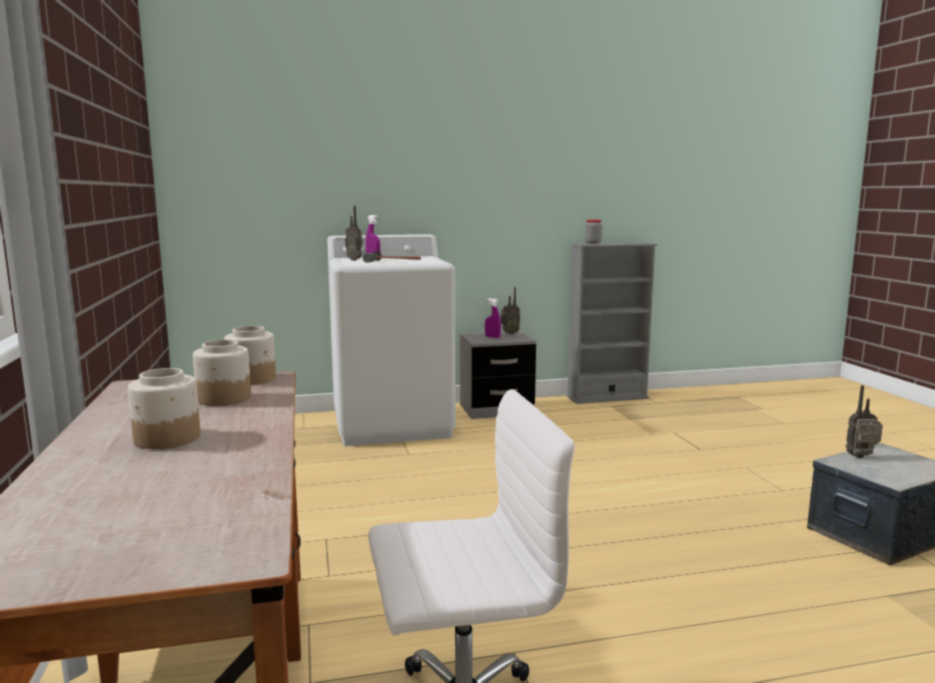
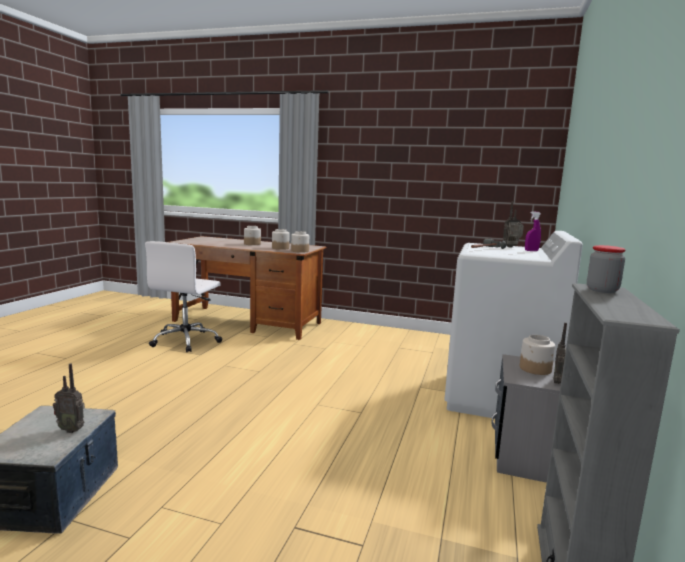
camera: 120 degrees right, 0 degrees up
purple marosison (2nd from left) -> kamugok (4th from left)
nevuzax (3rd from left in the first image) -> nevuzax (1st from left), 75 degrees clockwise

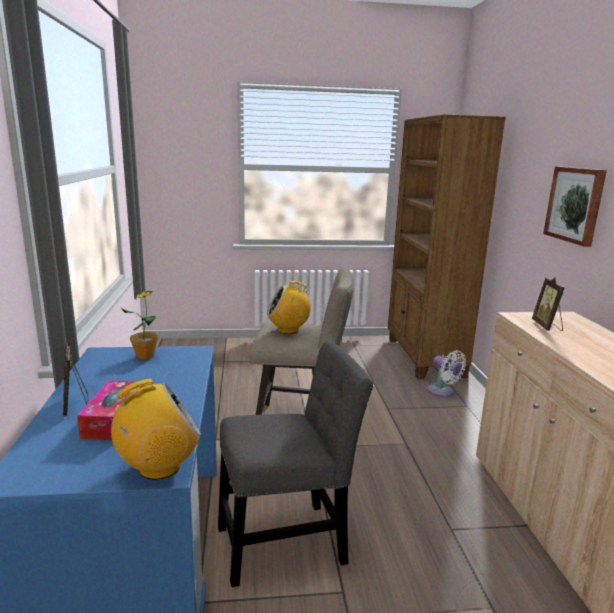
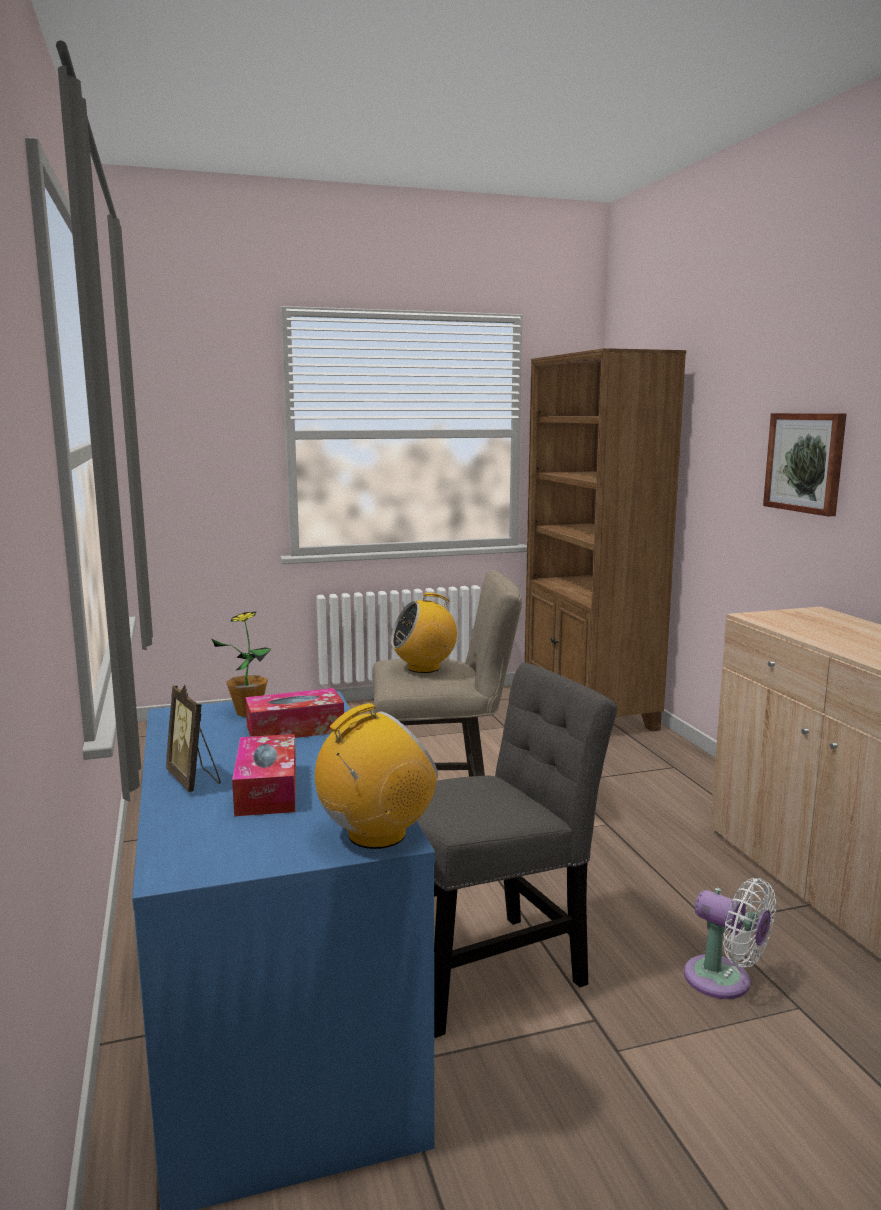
camera: 10 degrees left, 5 degrees down
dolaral (2nd from left) -> none
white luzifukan, moved
none -> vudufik (2nd from left)

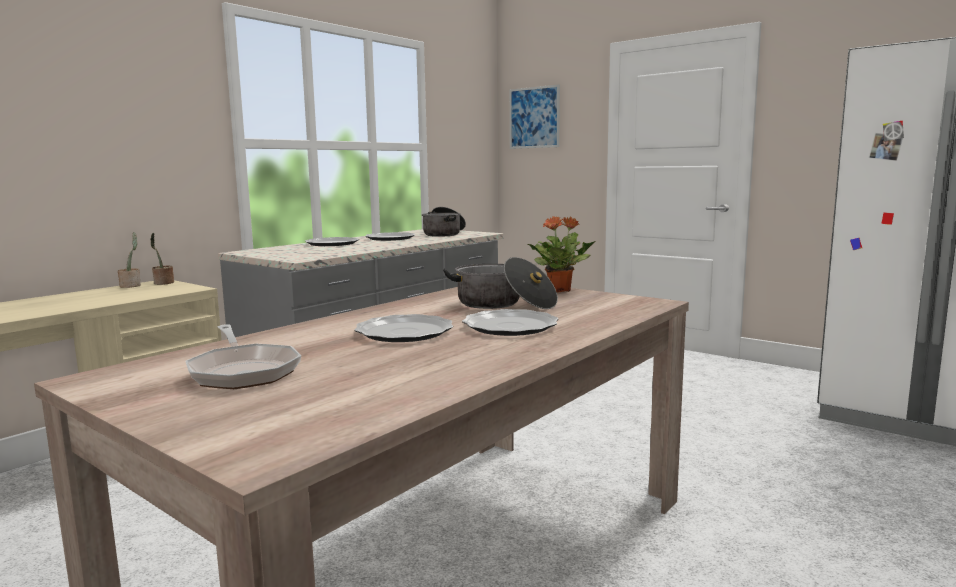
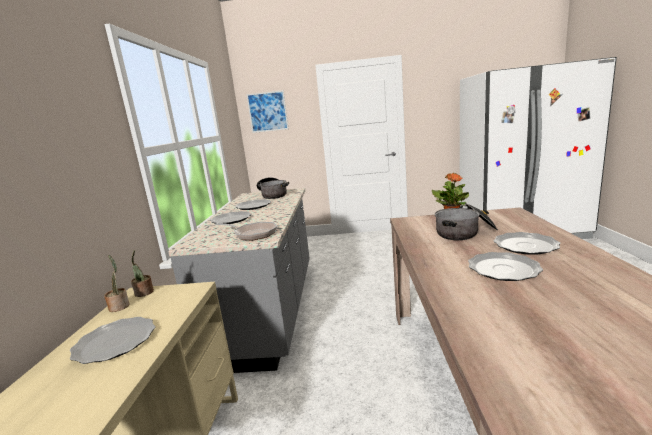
camera: 35 degrees left, 5 degrees up
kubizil, moved
none -> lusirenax (1st from left)

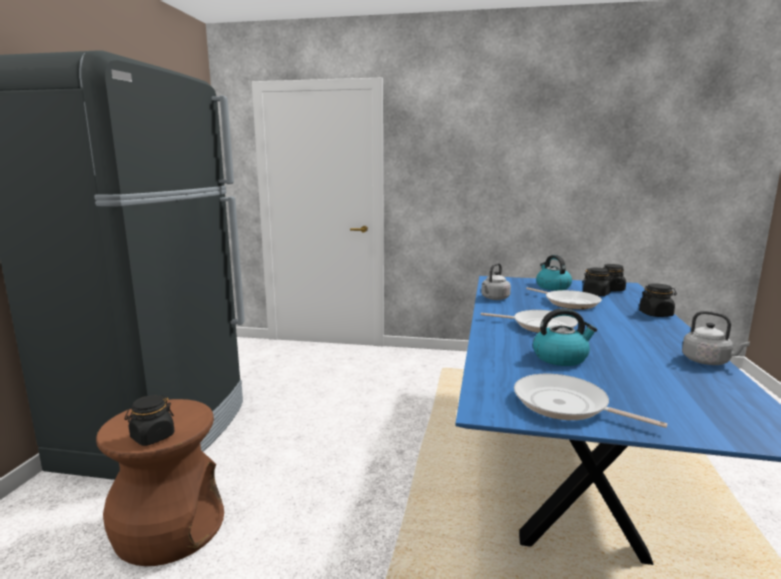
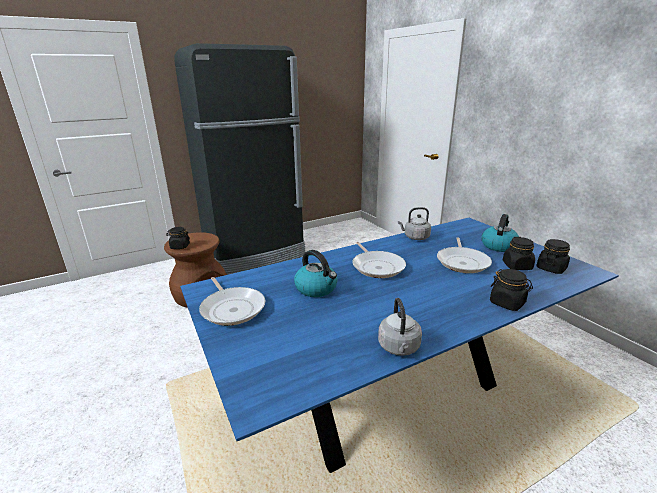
camera: 50 degrees right, 10 degrees up
kubizil (3rd from left in the first image) -> kubizil (1st from left), 150 degrees clockwise

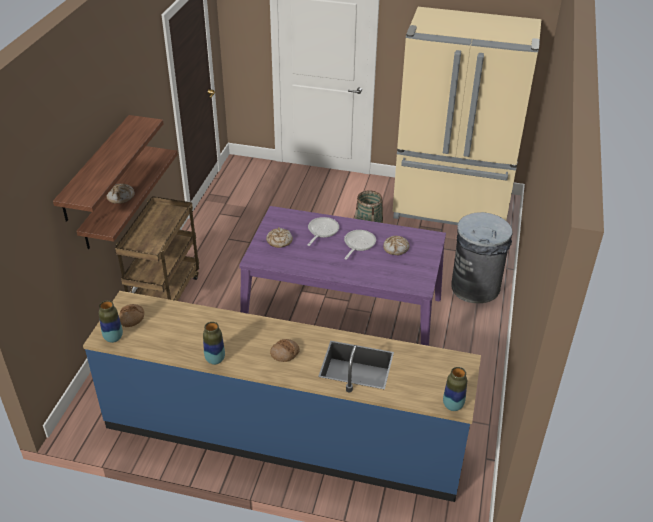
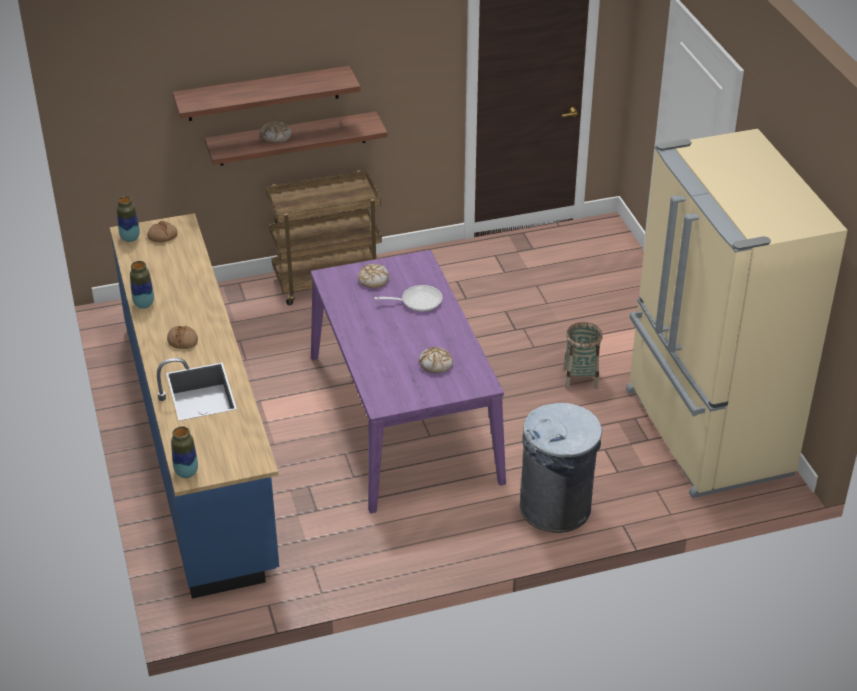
camera: 60 degrees right, 0 degrees up
kubizil (2nd from left) -> none

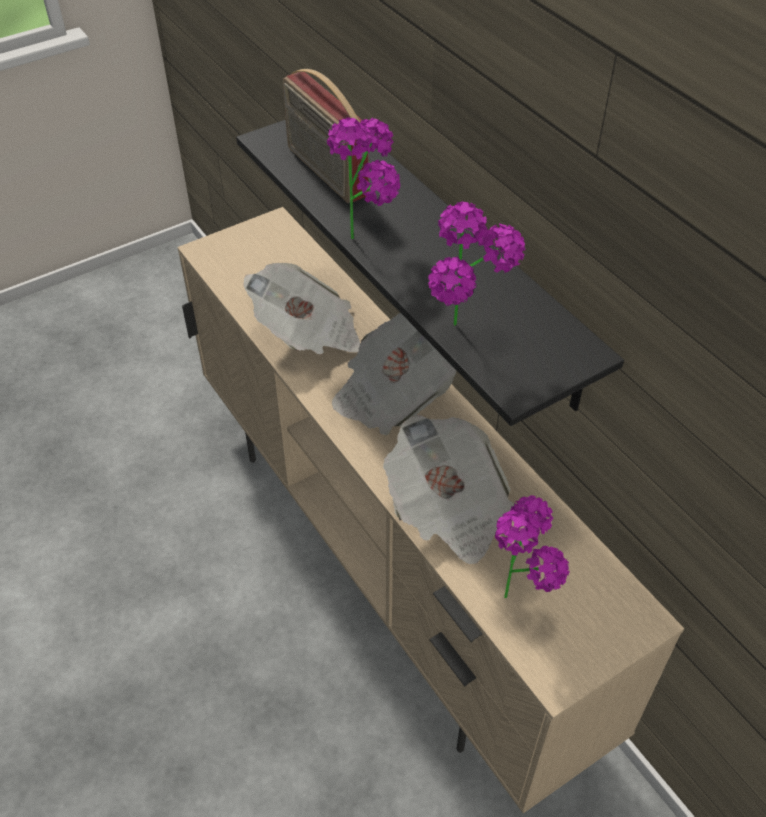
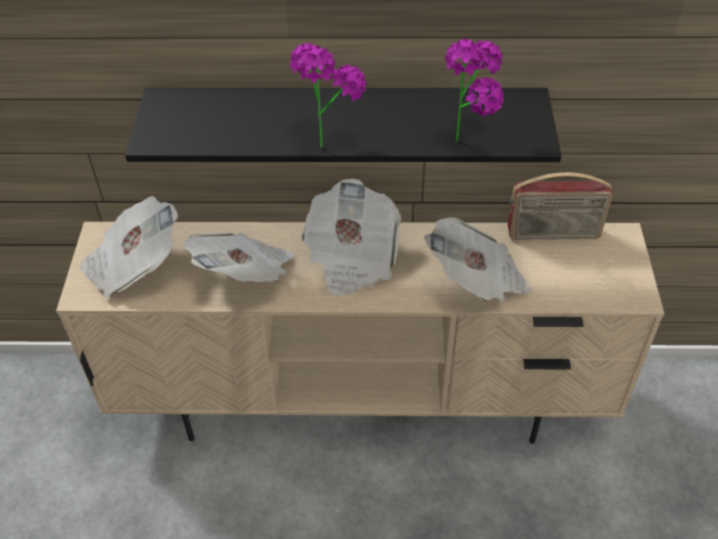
camera: 55 degrees left, 0 degrees up
nevuzax, moved
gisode (3rd from left) -> none
none -> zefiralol (1st from left)

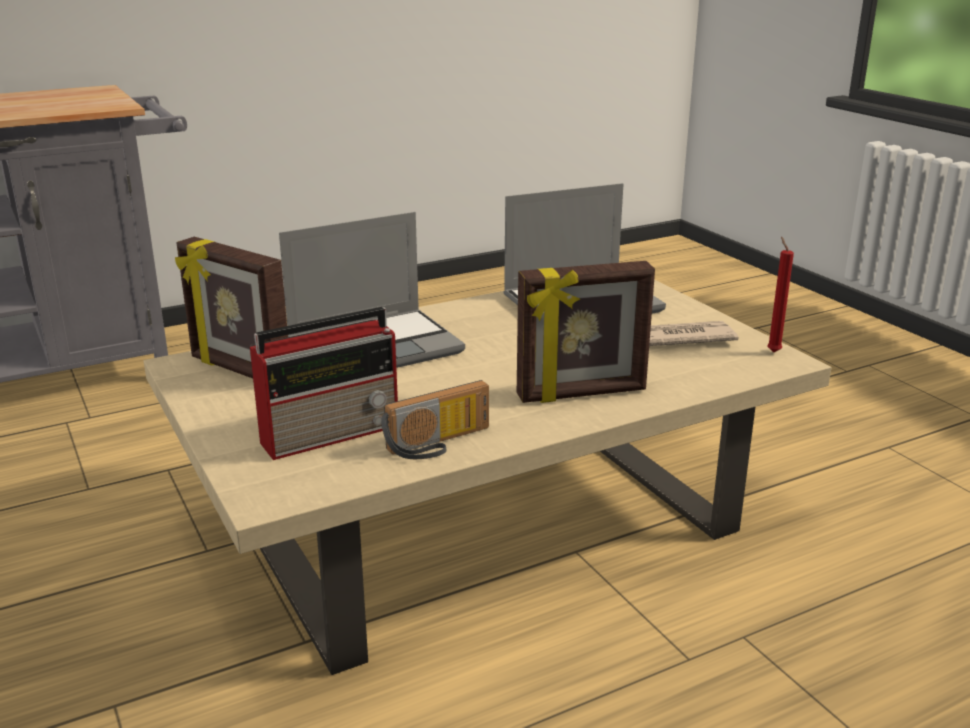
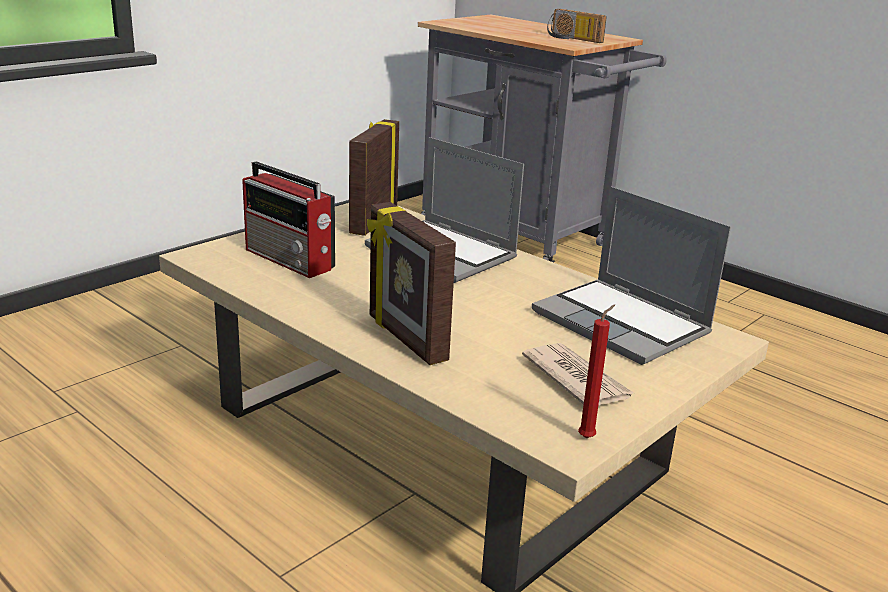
camera: 70 degrees right, 0 degrees up
nevuzax (2nd from left), moved

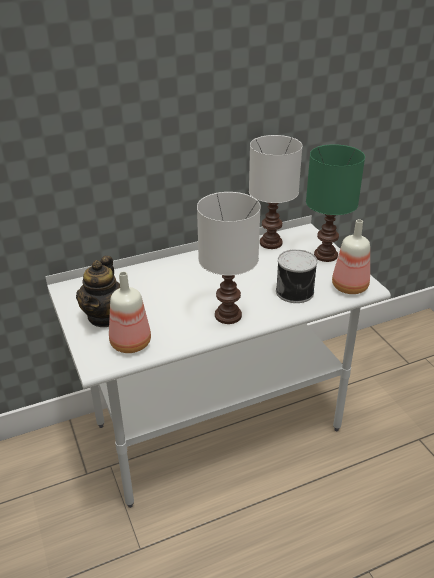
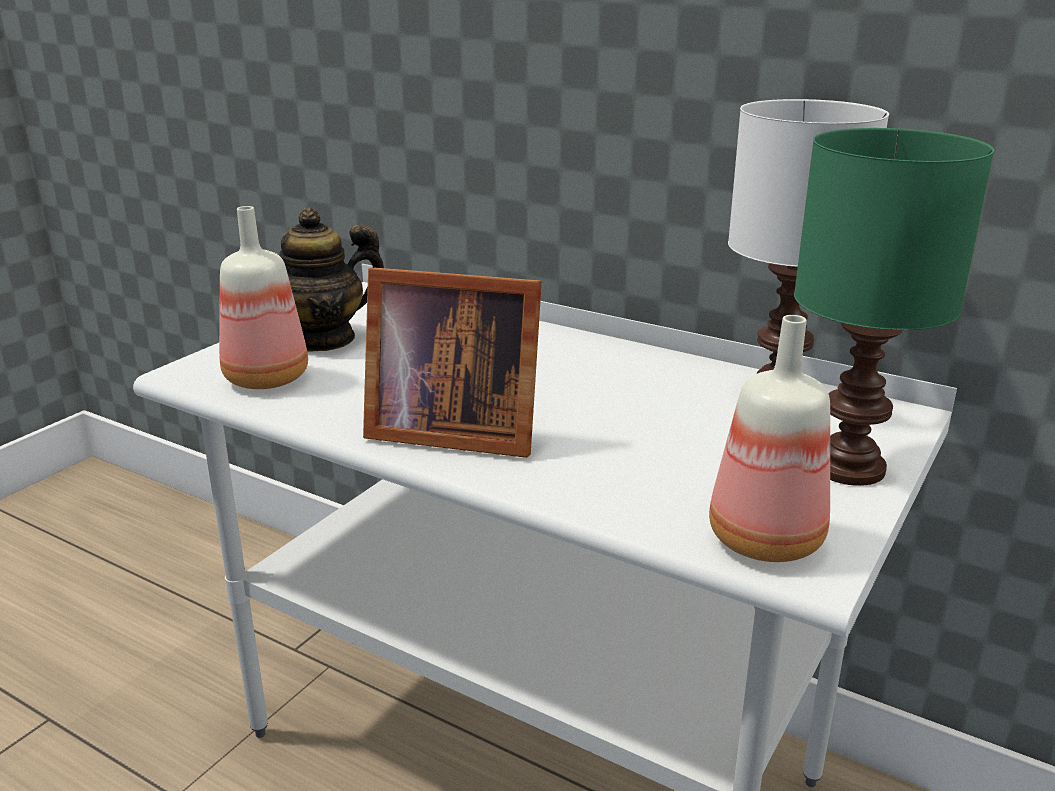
camera: 55 degrees right, 10 degrees down
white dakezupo (1st from left) -> dolaral
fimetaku -> none

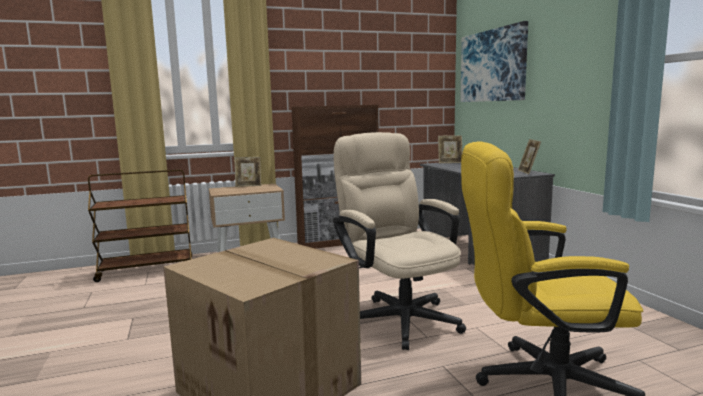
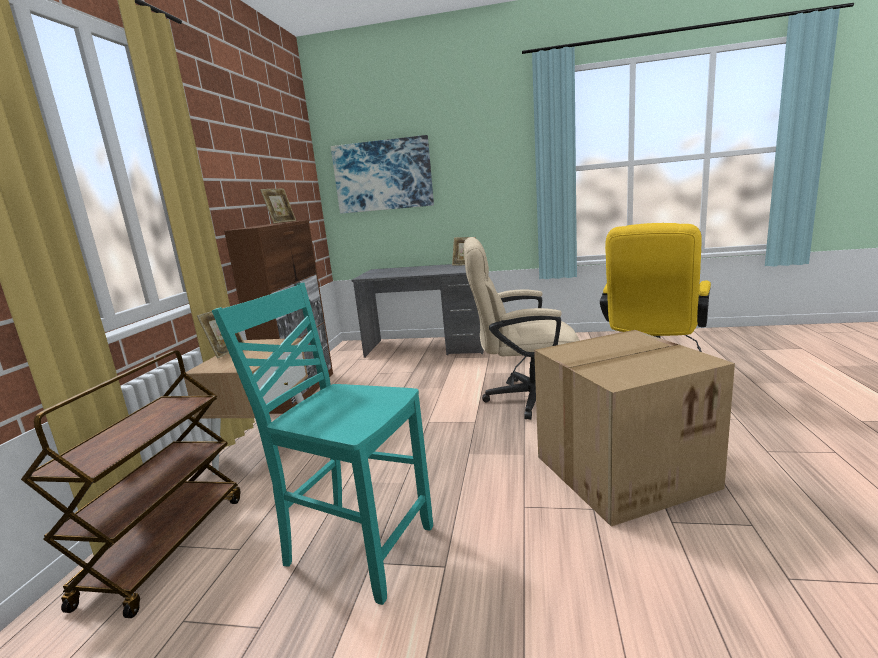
camera: 60 degrees left, 5 degrees up
dolaral (2nd from left), moved
none -> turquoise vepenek

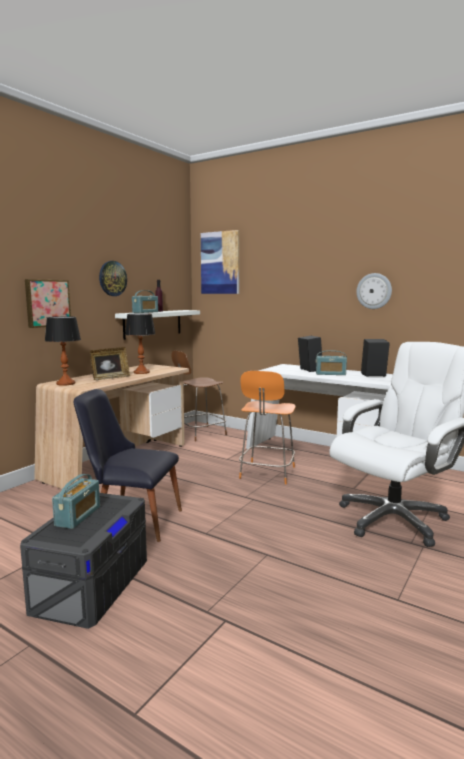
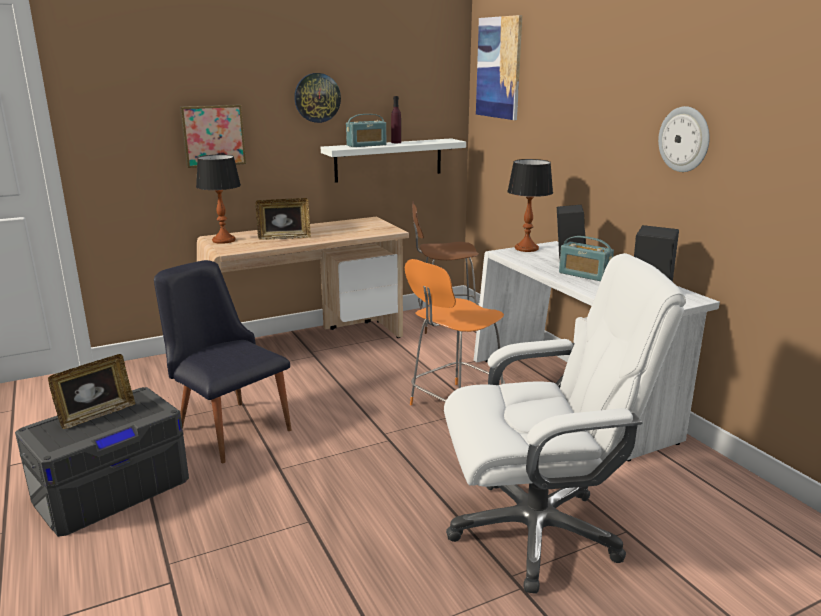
camera: 30 degrees right, 10 degrees up
dakezupo (2nd from left), moved
nevuzax (1st from left) -> dolaral (1st from left)

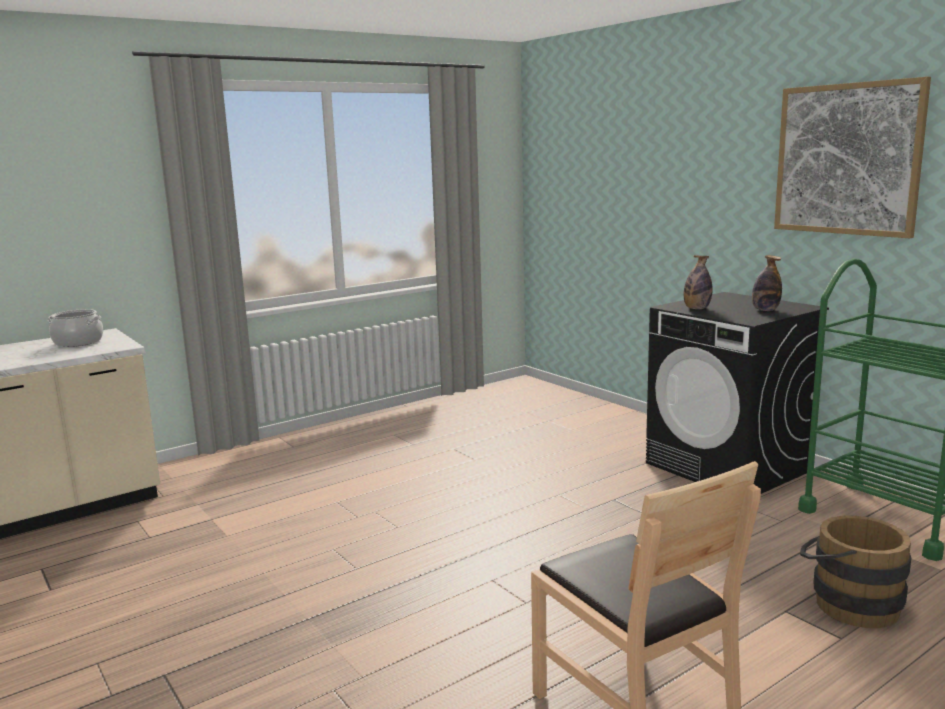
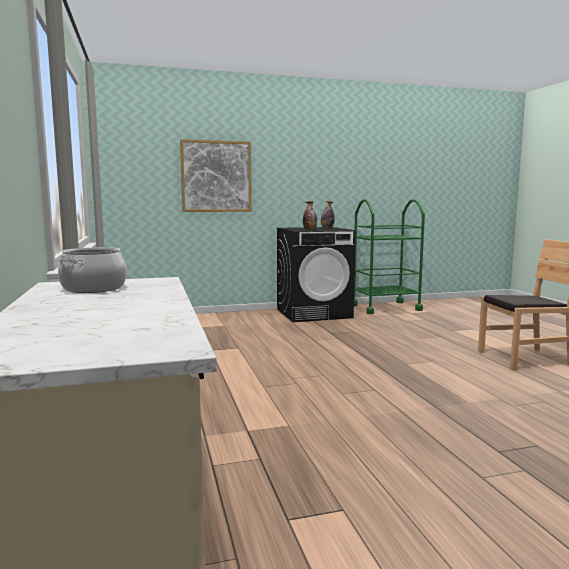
camera: 70 degrees left, 5 degrees down
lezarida, moved
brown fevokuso -> none

